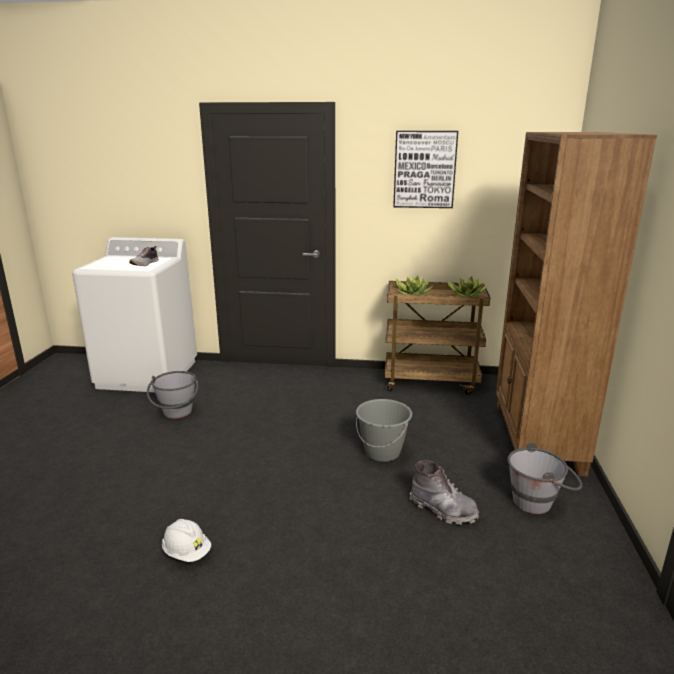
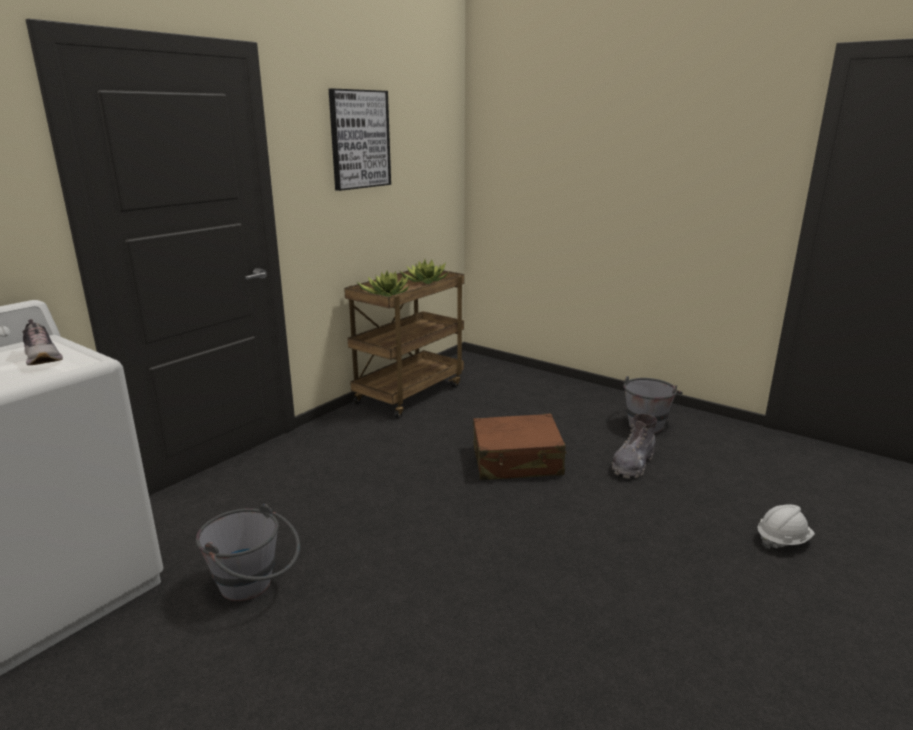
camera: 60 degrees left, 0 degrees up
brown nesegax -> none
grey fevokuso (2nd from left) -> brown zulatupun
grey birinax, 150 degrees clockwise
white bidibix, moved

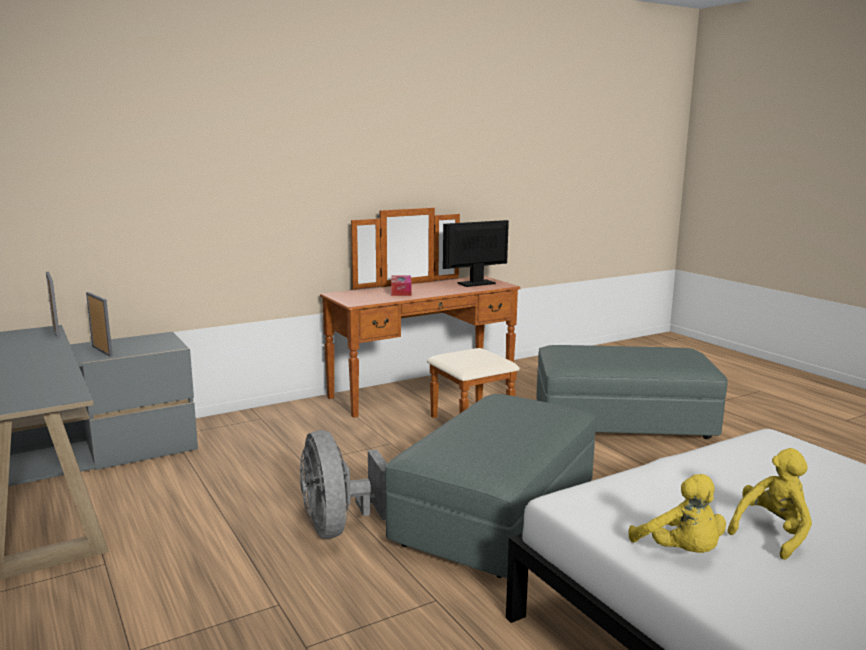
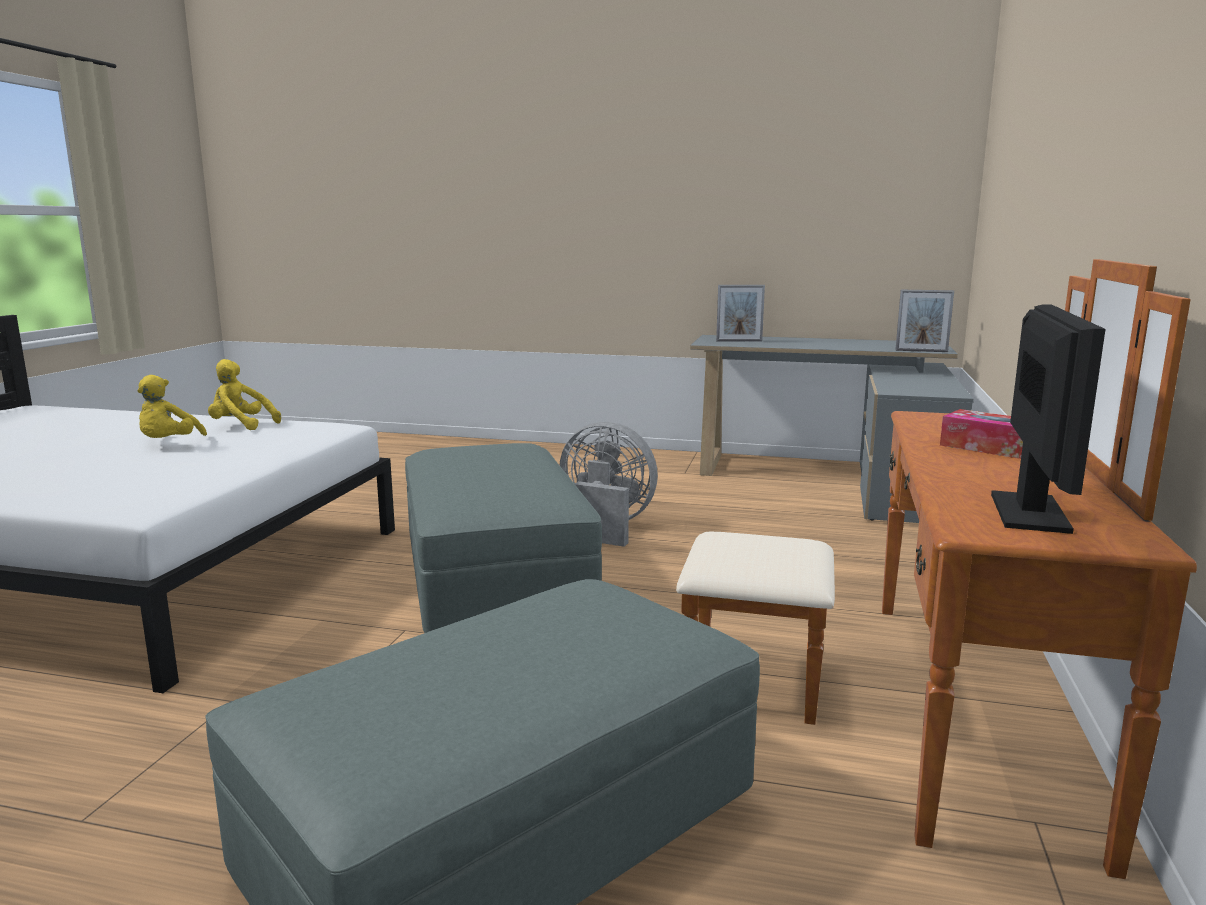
camera: 135 degrees right, 0 degrees up
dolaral (2nd from left in the first image) -> dolaral (1st from left), moved

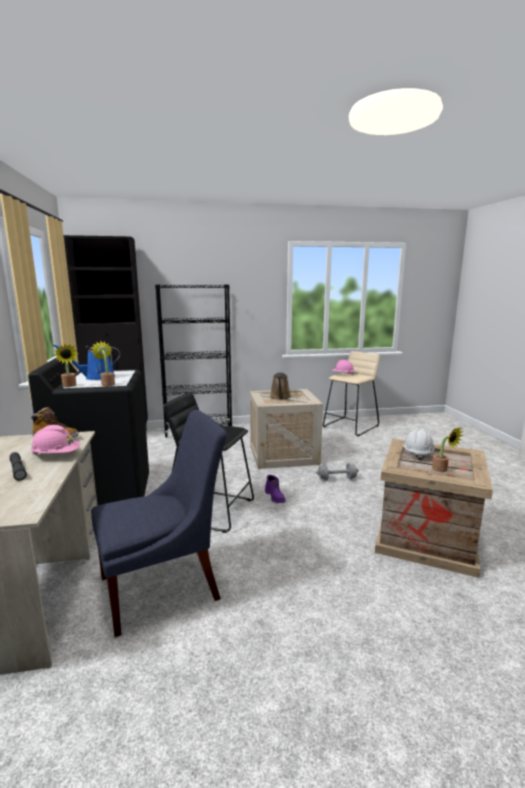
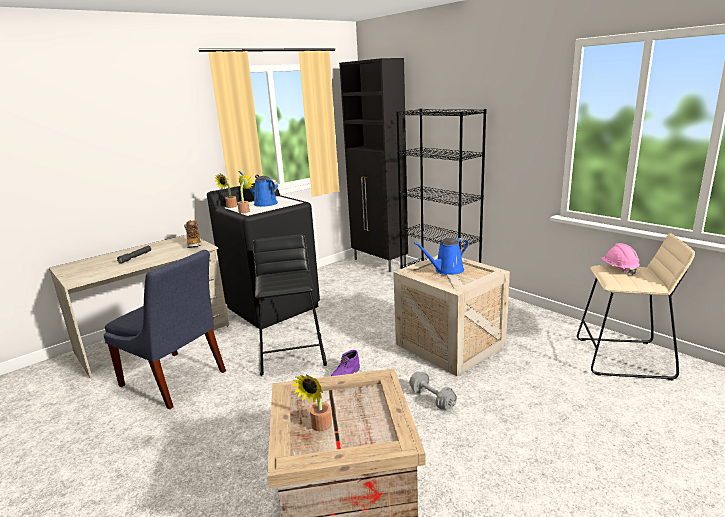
camera: 60 degrees right, 5 degrees up
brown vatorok -> blue vatorok (2nd from left)
pink bidibix (1st from left) -> none
white bidibix -> none

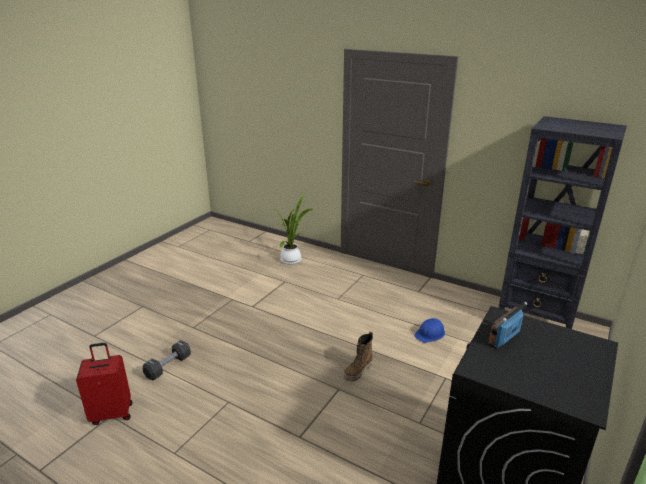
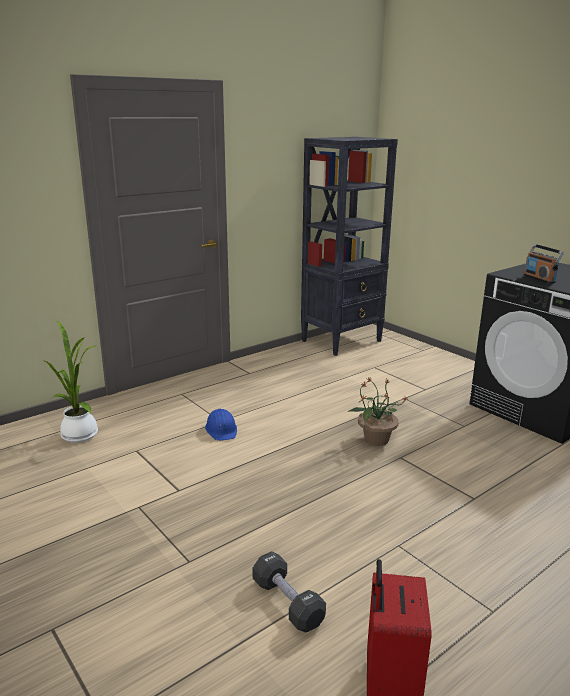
camera: 70 degrees left, 5 degrees down
blue bidibix, moved
birinax -> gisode (2nd from left)

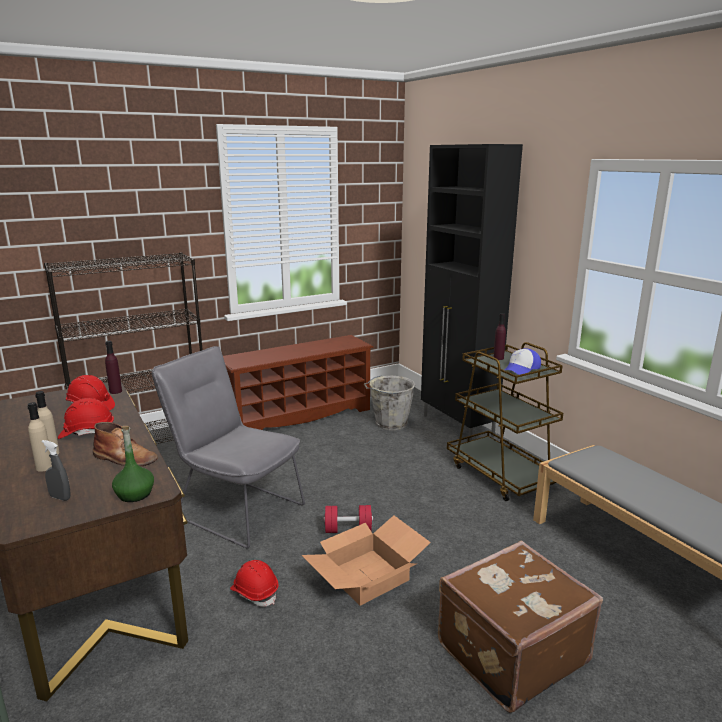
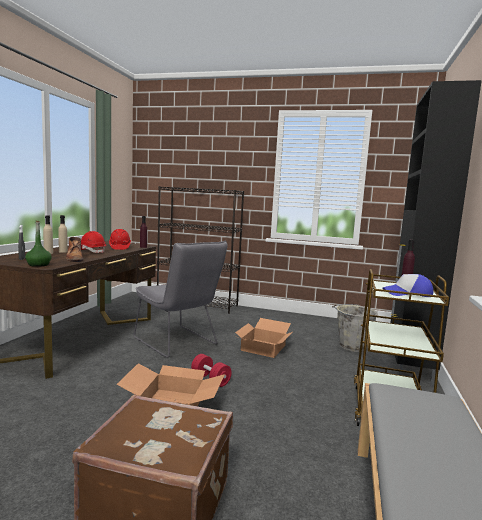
camera: 45 degrees right, 10 degrees down
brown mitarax -> none
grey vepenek, 150 degrees clockwise
red bidibix (3rd from left) -> none
none -> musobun (2nd from left)

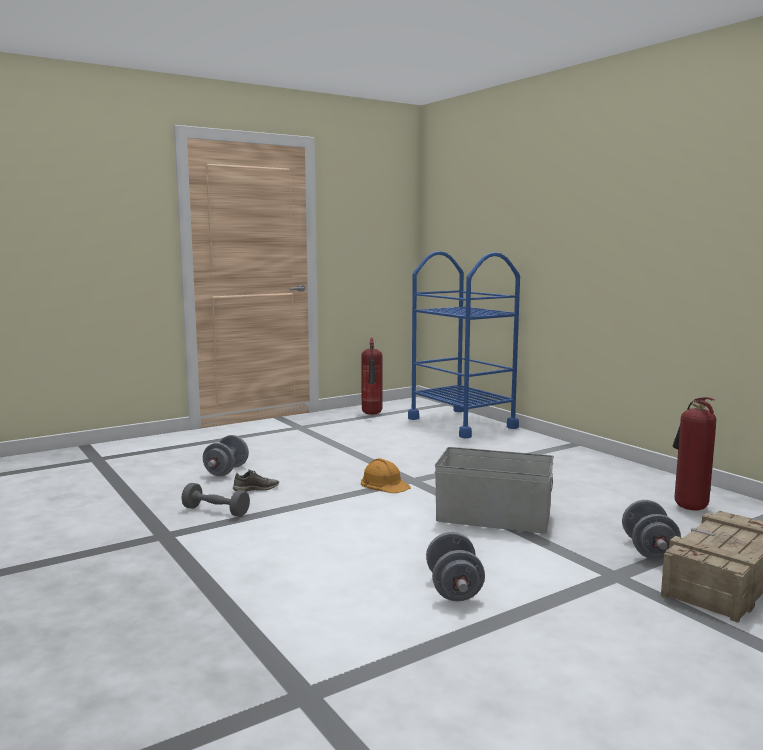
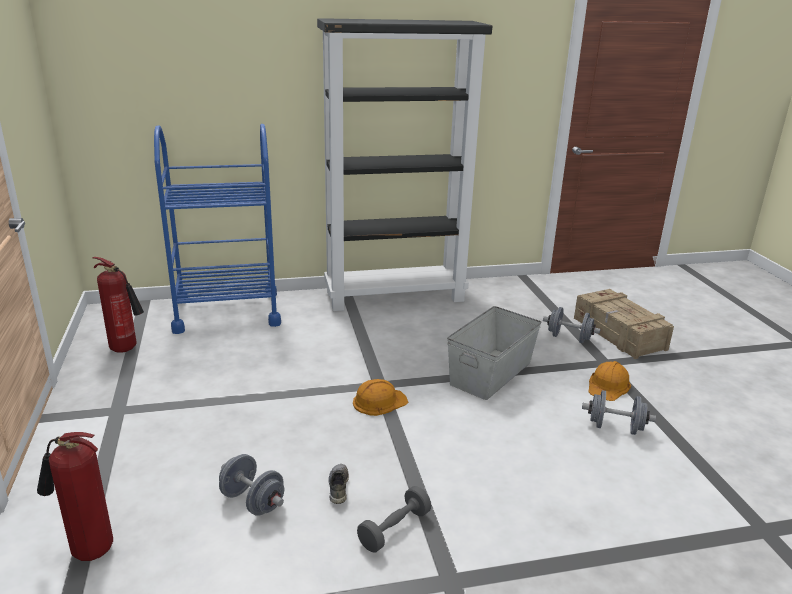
camera: 70 degrees left, 15 degrees up
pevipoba (2nd from left in the first image) -> pevipoba (1st from left), moved
none -> black nesegax
none -> orange bidibix (2nd from left)

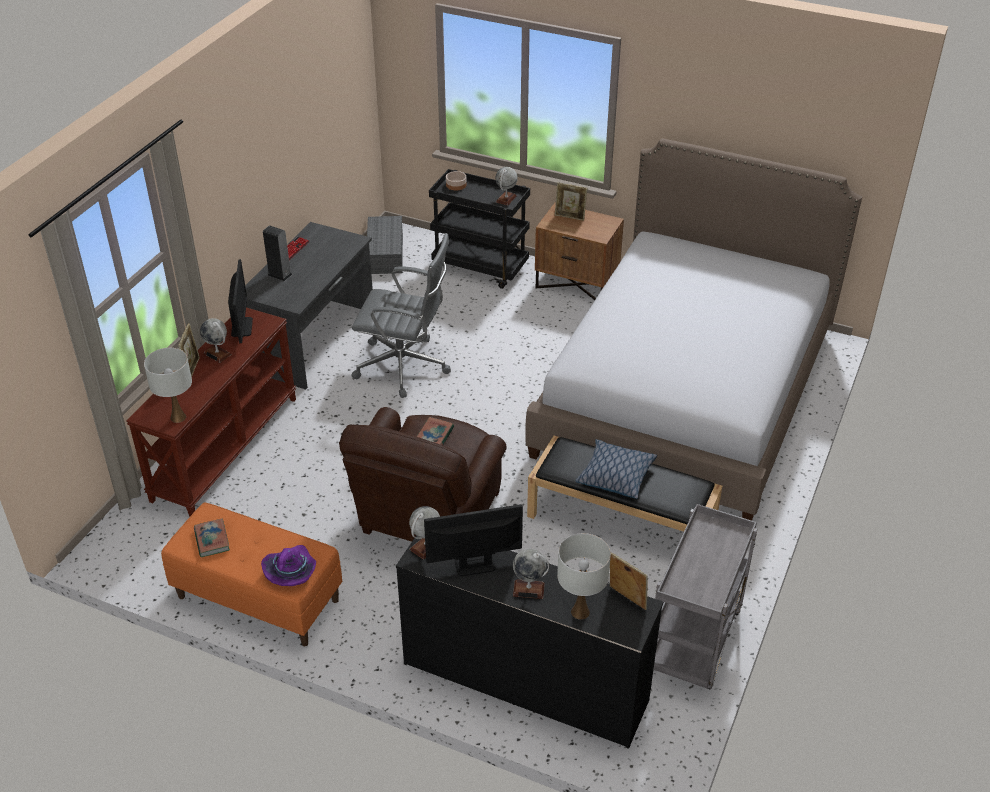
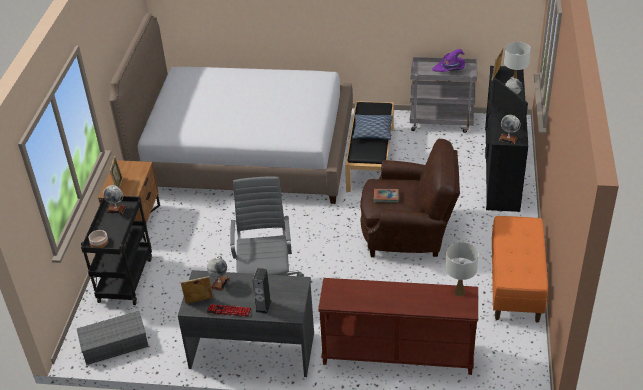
camera: 105 degrees left, 0 degrees up
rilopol (1st from left) -> none
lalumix (1st from left in the first image) -> lalumix (2nd from left), moved
dolaral (1st from left in the first image) -> dolaral (2nd from left), moved
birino (1st from left) -> none
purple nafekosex, moved

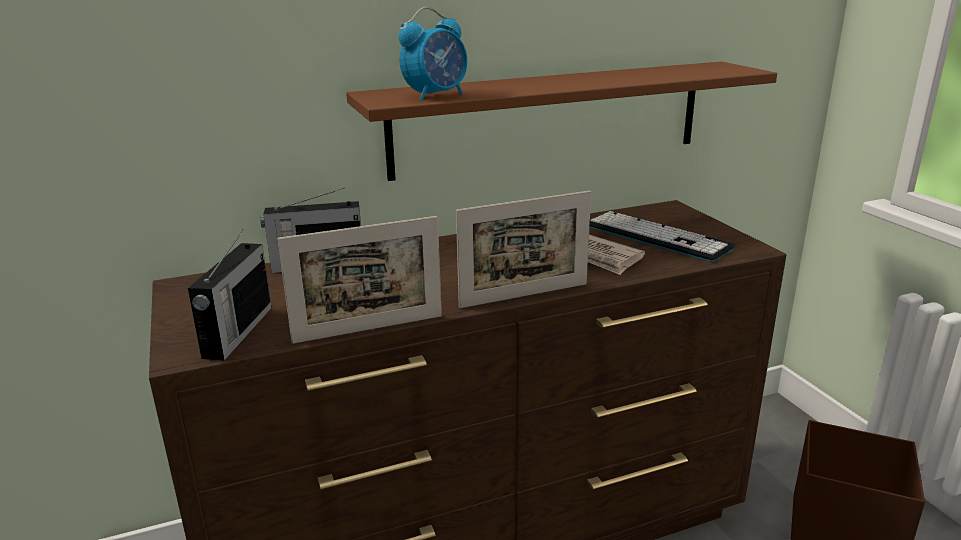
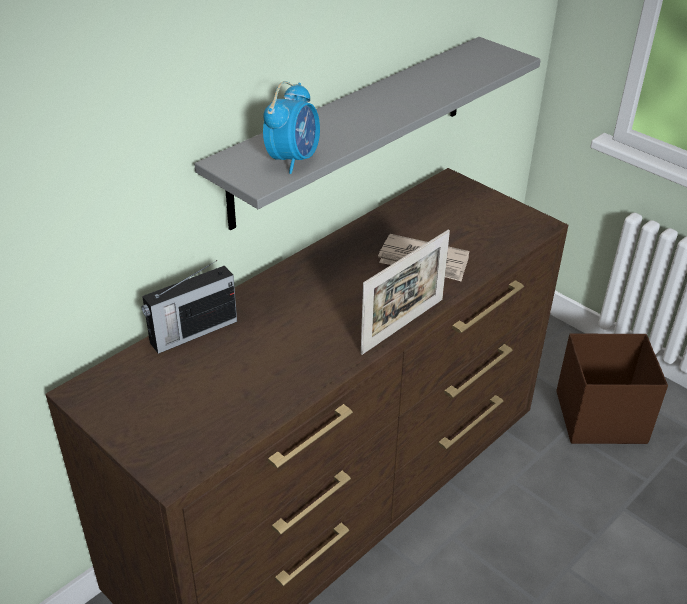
camera: 25 degrees left, 15 degrees up
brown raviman -> grey raviman
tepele -> none
dolaral (1st from left) -> none
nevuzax (1st from left) -> none

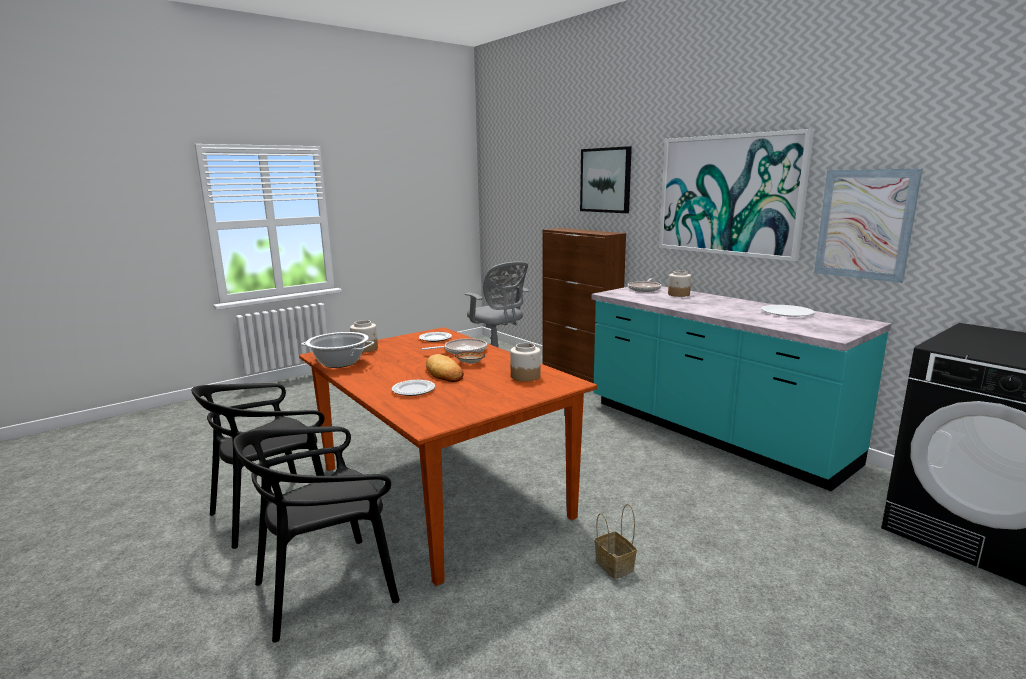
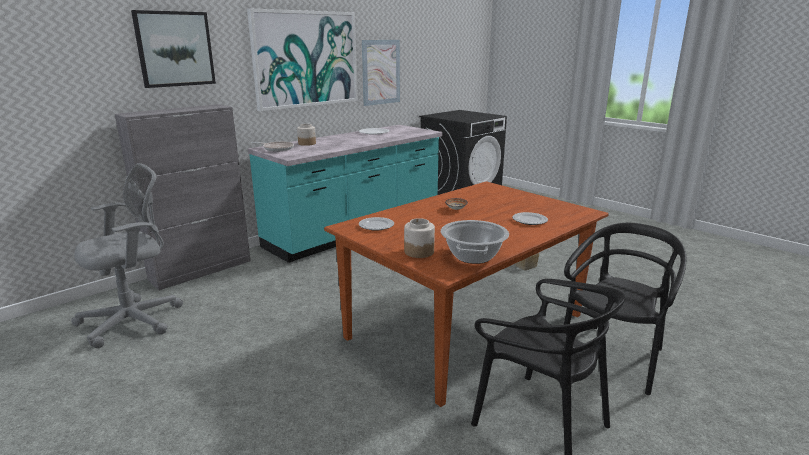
camera: 95 degrees left, 5 degrees up
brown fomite -> grey fomite
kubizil (1st from left) -> none
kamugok (2nd from left) -> none
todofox -> none
black vepenek (2nd from left), 105 degrees counterclockwise

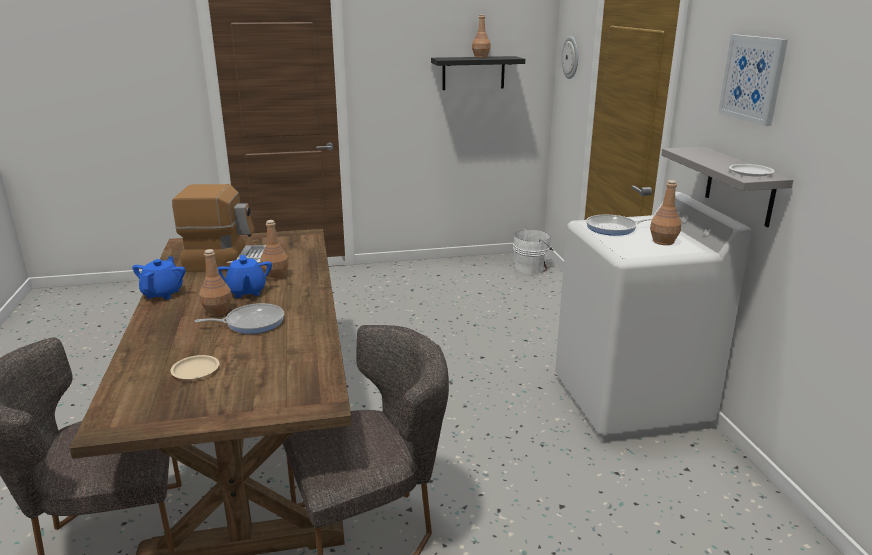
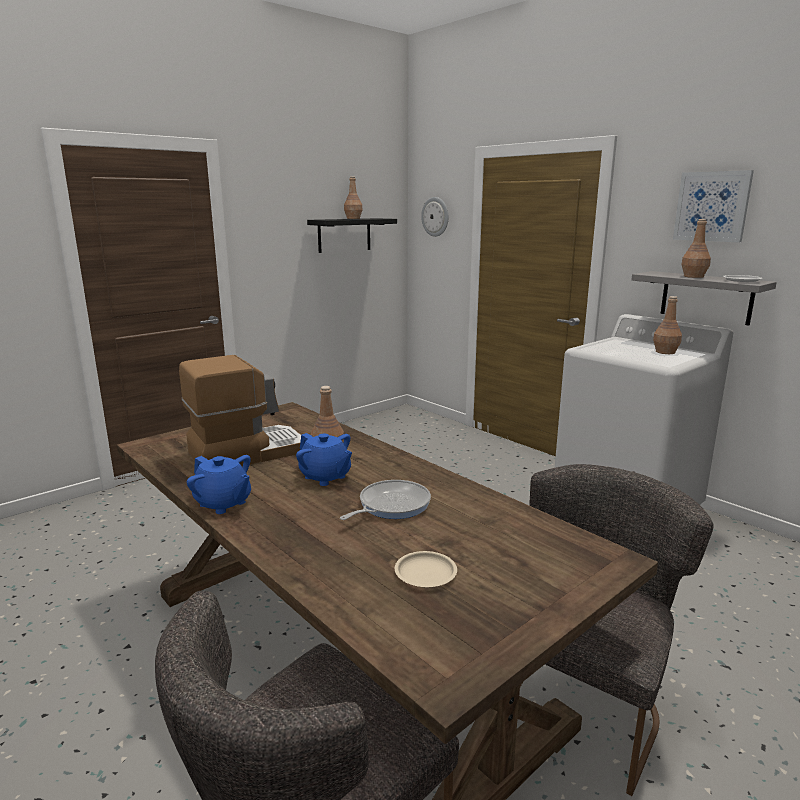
camera: 30 degrees left, 5 degrees down
kubizil (2nd from left) -> none
white fevokuso -> none
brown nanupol (1st from left in the first image) -> brown nanupol (4th from left), moved
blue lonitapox (1st from left), 150 degrees clockwise

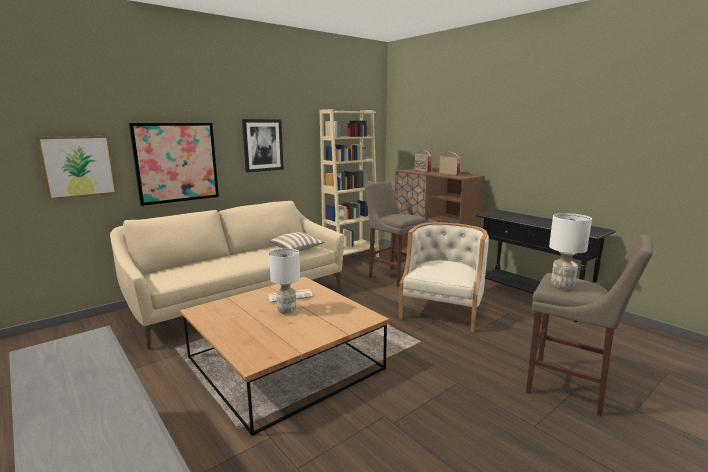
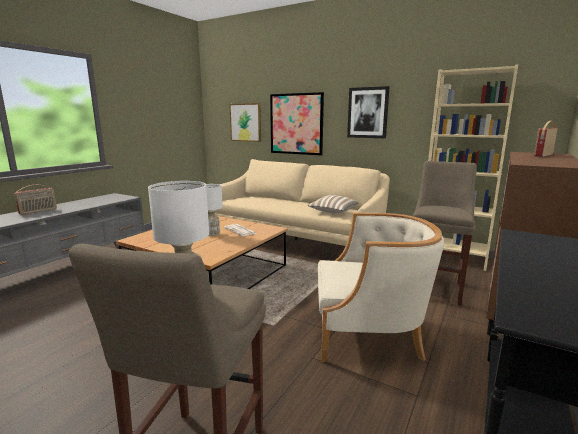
camera: 70 degrees right, 0 degrees up
nevuzax (2nd from left in the first image) -> nevuzax (1st from left), moved

